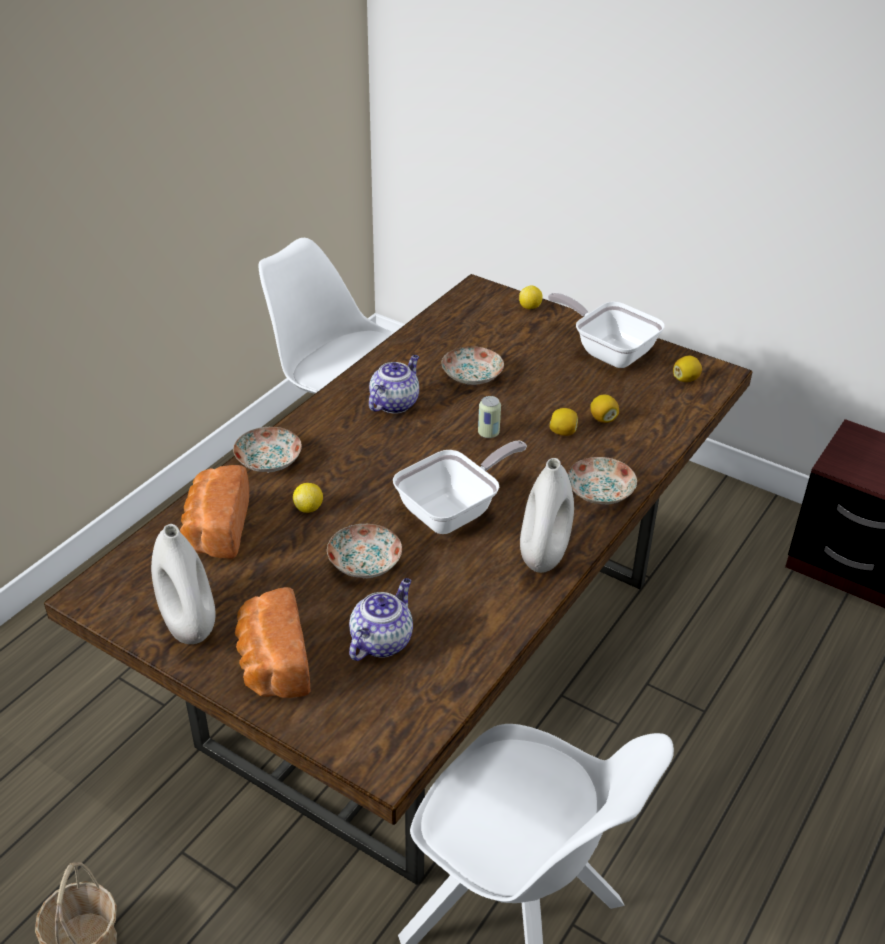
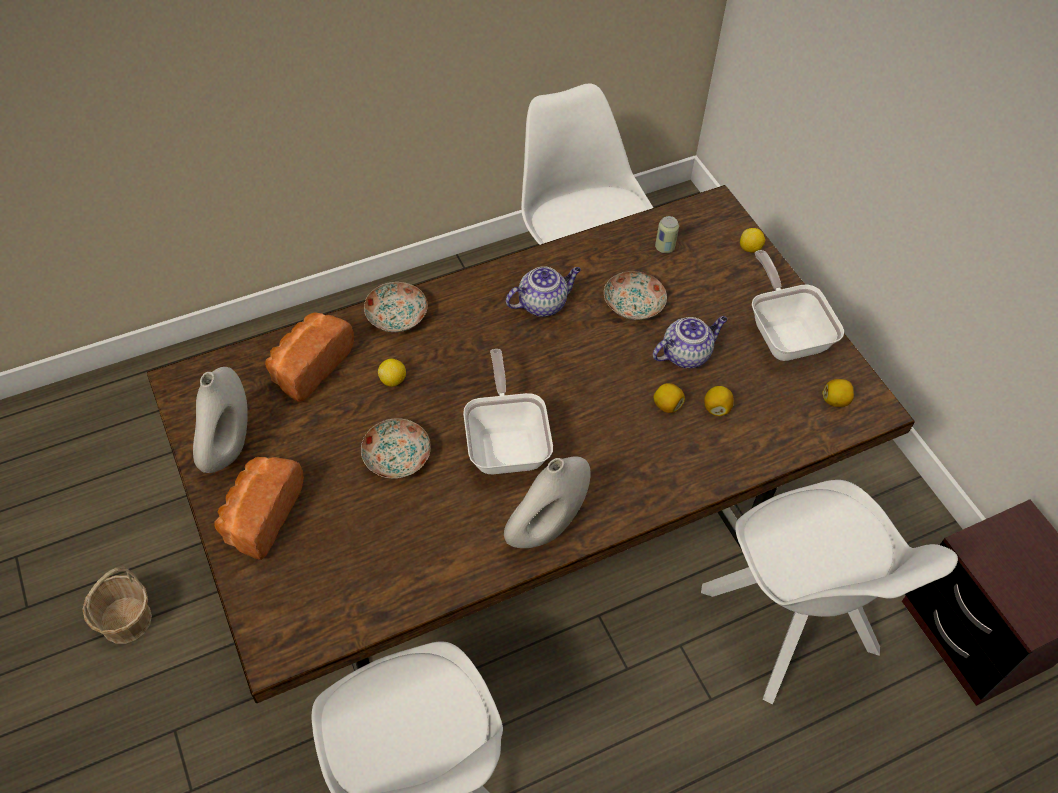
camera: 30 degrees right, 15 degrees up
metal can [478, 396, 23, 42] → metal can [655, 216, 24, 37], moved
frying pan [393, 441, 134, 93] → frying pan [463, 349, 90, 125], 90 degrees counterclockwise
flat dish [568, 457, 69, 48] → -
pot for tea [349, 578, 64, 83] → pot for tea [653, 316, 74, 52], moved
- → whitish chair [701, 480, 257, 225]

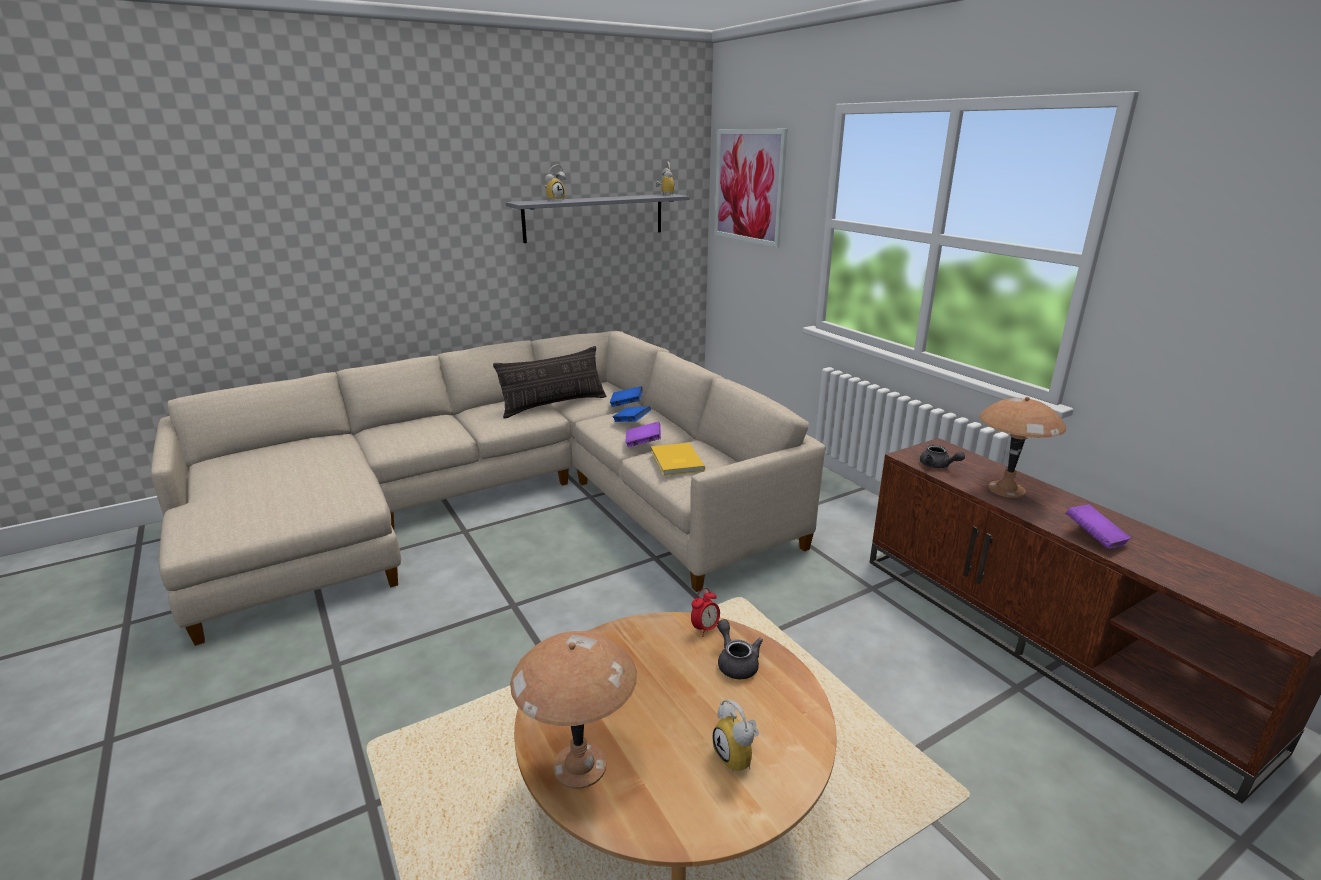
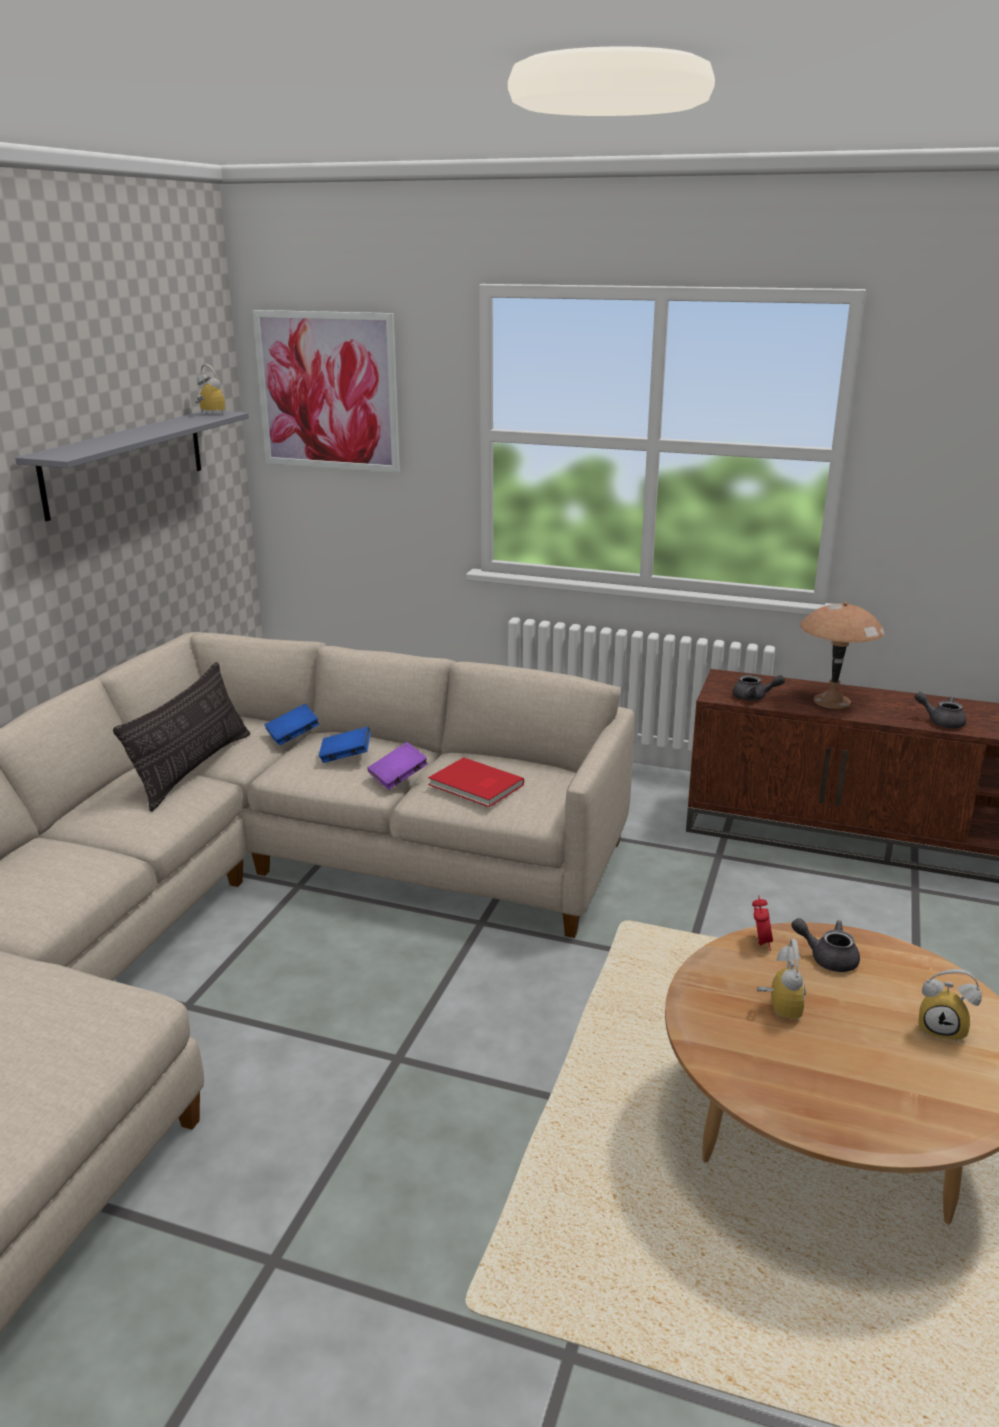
camera: 40 degrees left, 0 degrees up
bedside clock [544, 164, 22, 37] → bedside clock [757, 939, 48, 82], moved
yellow-coloured bound book [651, 443, 54, 33] → red bound book [428, 757, 96, 50]
purple-coloured bound book [1066, 504, 65, 45] → greyish pot for tea [914, 692, 52, 36]
brown-coloured table lamp [510, 631, 127, 158] → -

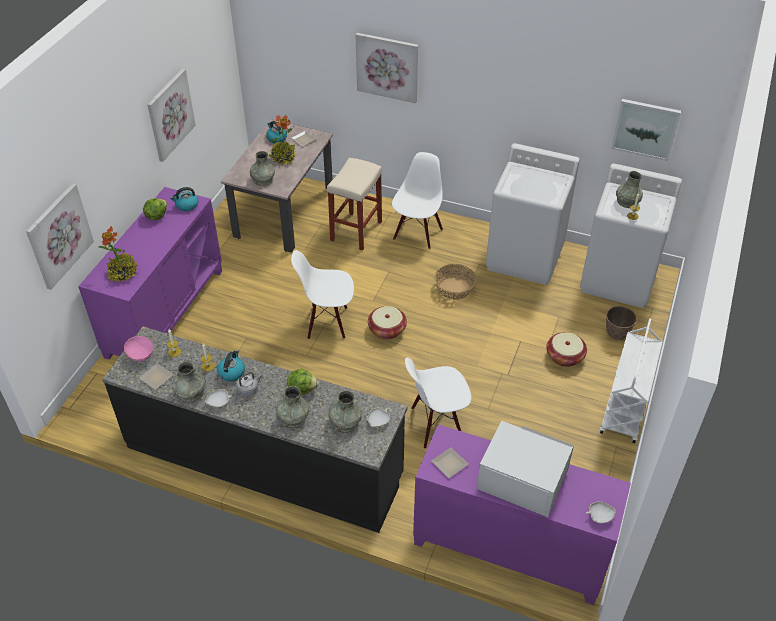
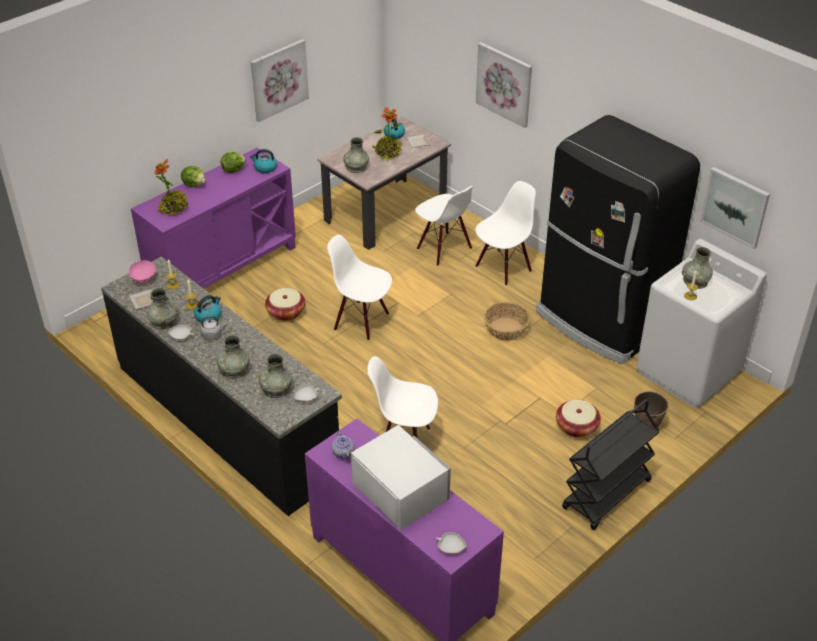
camera: 25 degrees right, 5 degrees down
whitish washing machine [486, 143, 94, 142] → black-coloured refrigerator [536, 115, 164, 249]
sand-coloured stool [327, 158, 55, 92] → whitish chair [415, 186, 58, 80]
picture [26, 183, 68, 107] → -
basket [368, 306, 39, 33] → basket [265, 288, 40, 33], moved
whitish cart [600, 318, 63, 125] → black-coloured cart [562, 399, 98, 131]
head of lettuce [287, 369, 32, 26] → head of lettuce [181, 166, 24, 21], moved
flat dish [432, 447, 37, 31] → pot for tea [332, 430, 22, 30]

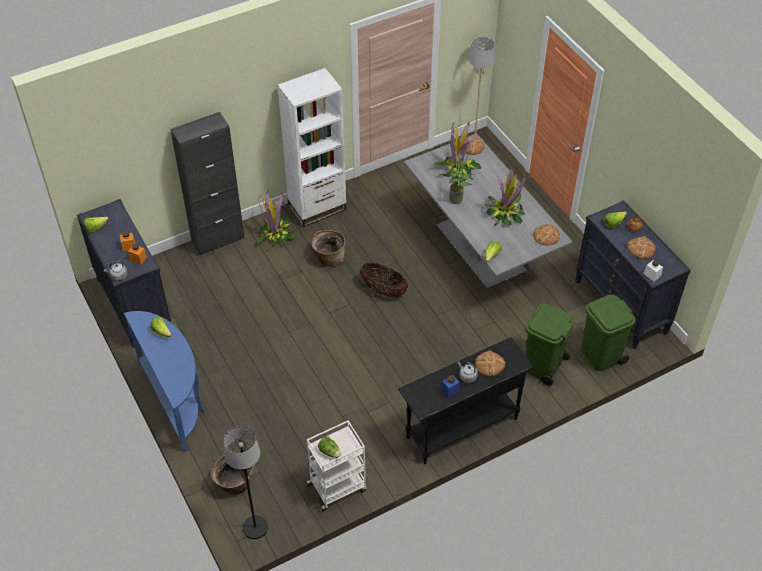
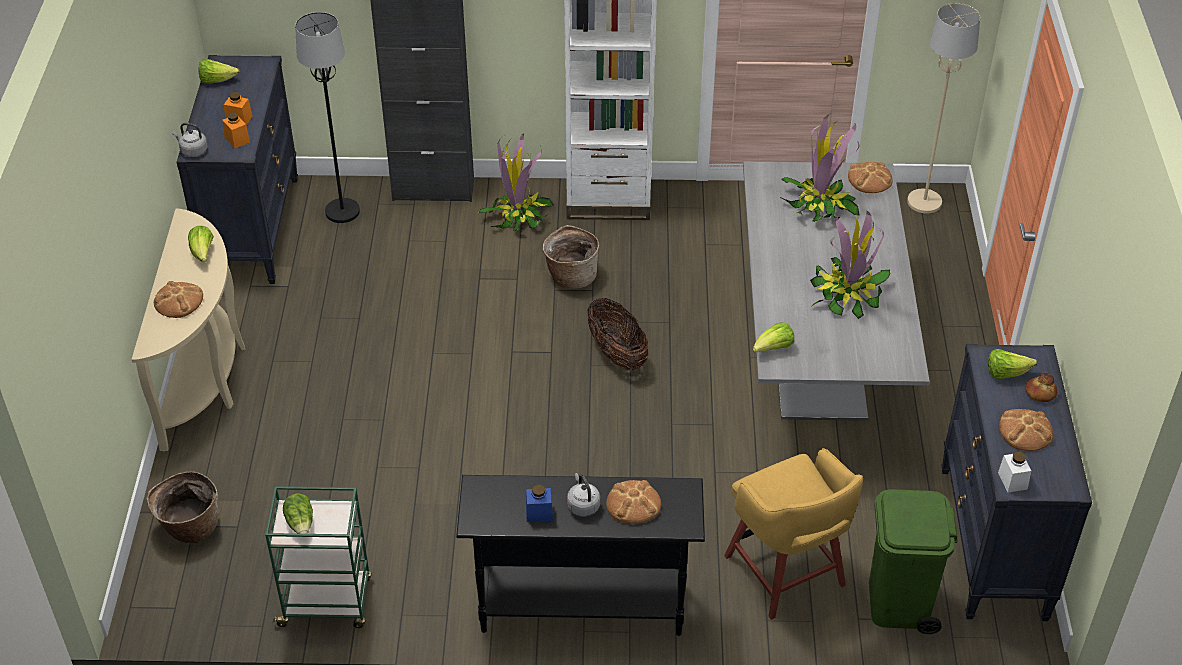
camera: 30 degrees right, 5 degrees down
houseplant [449, 155, 24, 49] → -
baked bread [533, 224, 27, 21] → baked bread [154, 281, 49, 37], moved
green waste bin [525, 304, 49, 82] → yellow-coloured stool [724, 448, 139, 172]
bluish narrow table [124, 311, 81, 141] → sand-coloured narrow table [131, 209, 114, 243]
whitish cart [304, 420, 63, 92] → green cart [265, 486, 107, 142]
black-coloured floor lamp [224, 426, 44, 113] → black-coloured floor lamp [295, 12, 65, 211], moved

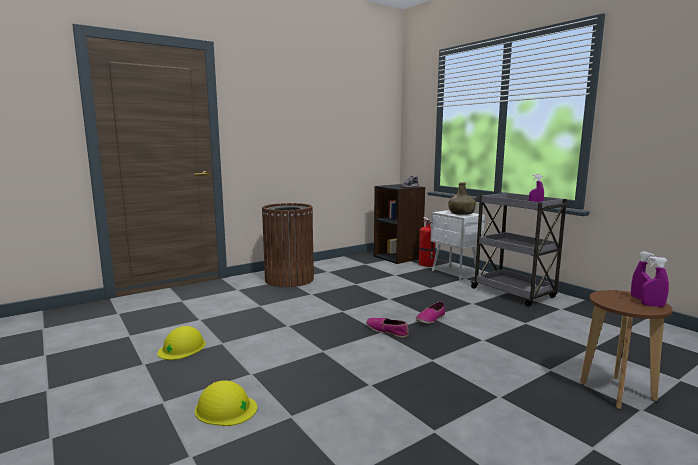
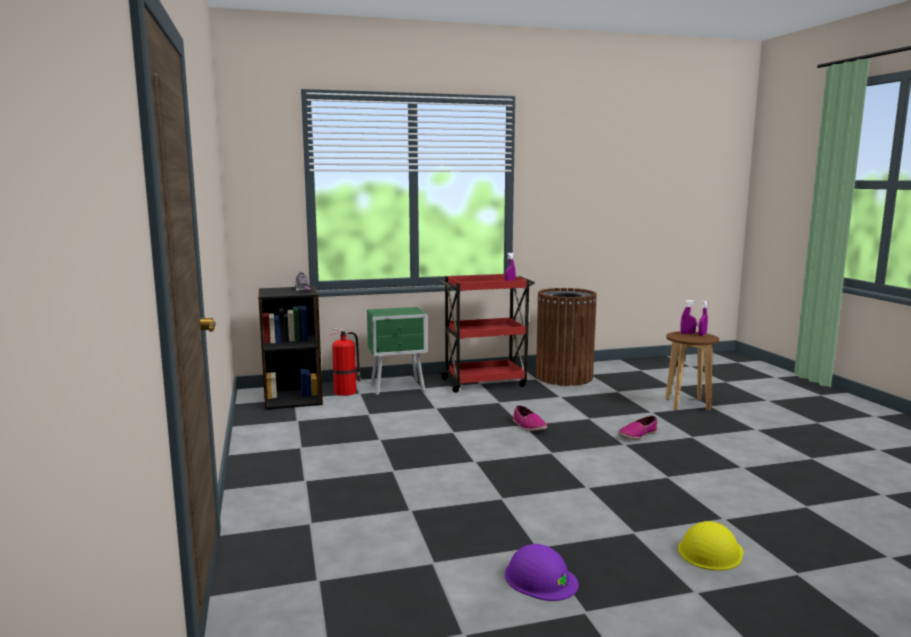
camera: 70 degrees left, 0 degrees up
green bottle [448, 182, 28, 33] → -
greyish cart [470, 192, 102, 115] → red cart [439, 274, 96, 119]
brown-coloured waste bin [262, 203, 52, 84] → brown-coloured waste bin [536, 288, 61, 98], moved
whitish night table [431, 210, 54, 70] → green night table [367, 307, 60, 88]
shoe [366, 318, 43, 20] → shoe [618, 415, 39, 24], moved
yellow-coloured safety helmet [157, 326, 49, 34] → purple-coloured safety helmet [505, 544, 74, 57]

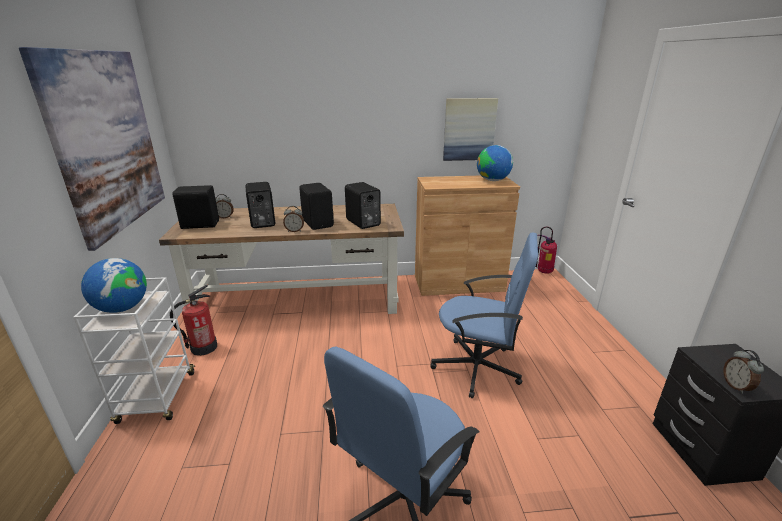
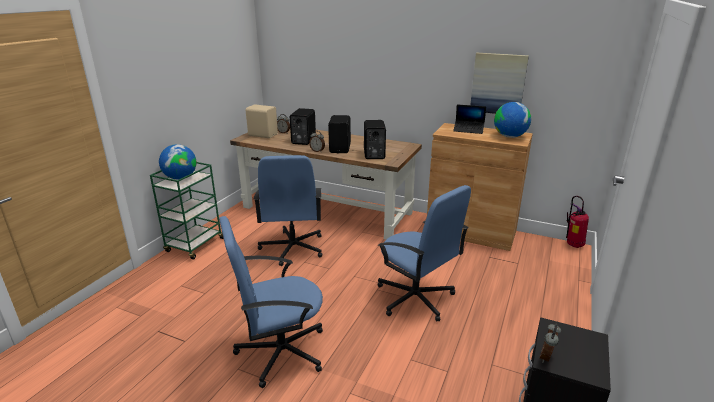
camera: 30 degrees right, 0 degrees up
picture [19, 47, 146, 204] → -
black-coloured speaker [172, 185, 47, 44] → sand-coloured speaker [246, 104, 32, 34]
whitish cart [73, 277, 122, 147] → green cart [150, 162, 74, 97]
fire-fighting cylinder [170, 285, 47, 71] → -
- → laptop [453, 104, 33, 30]
- → bluish desk chair [254, 155, 68, 111]

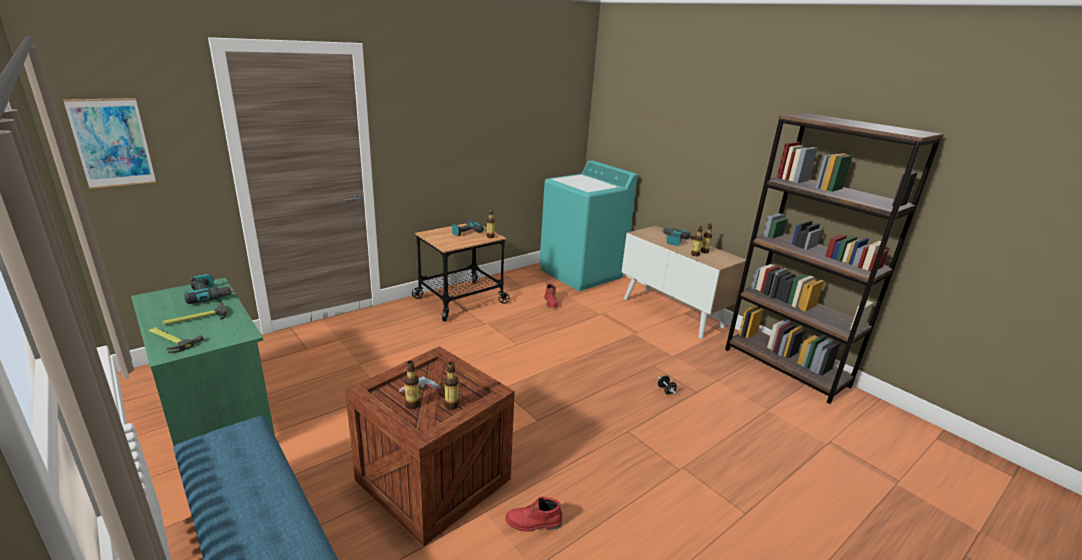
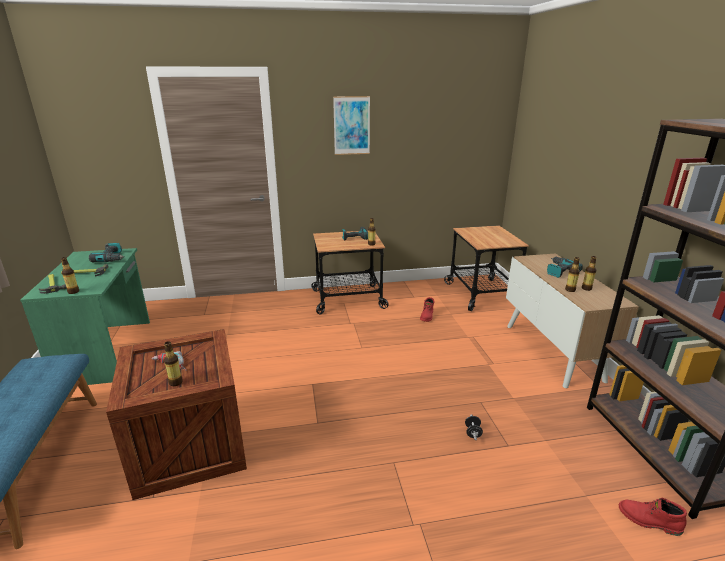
camera: 30 degrees right, 0 degrees up
picture [63, 98, 93, 91] → picture [333, 96, 37, 59], moved
turquoise washing machine [539, 160, 99, 131] → cart [444, 225, 85, 86]
bottle [404, 361, 16, 48] → bottle [61, 257, 18, 37], moved
red tall boot [505, 497, 57, 35] → red tall boot [618, 498, 69, 38], moved

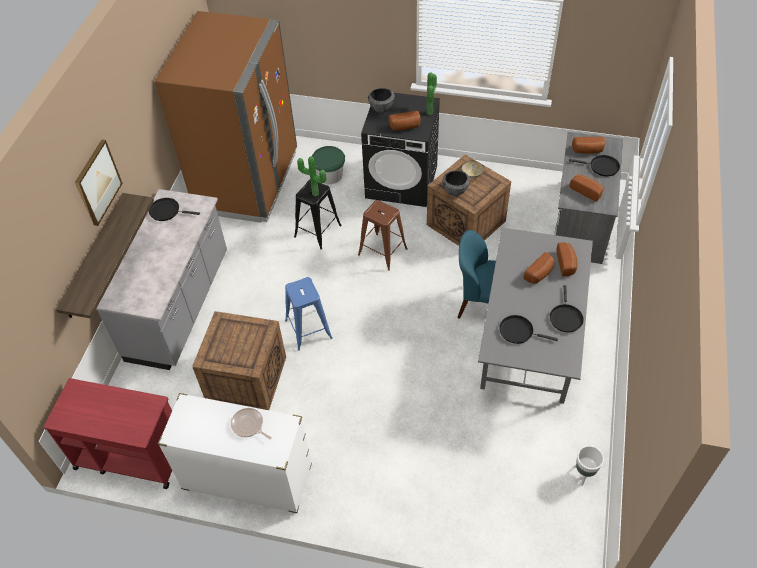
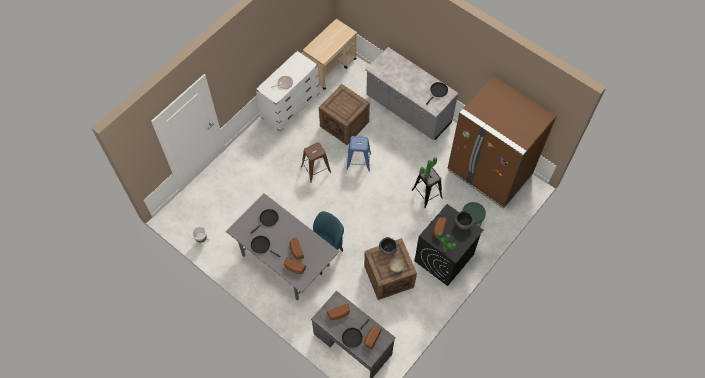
camera: 115 degrees right, 10 degrees up
picture [75, 139, 48, 87] → -
wall shelf [56, 193, 98, 125] → -
brown-coloured stool [358, 200, 50, 71] → brown-coloured stool [301, 142, 31, 41], moved
red cart [43, 378, 129, 111] → sand-coloured cart [303, 19, 54, 71]

